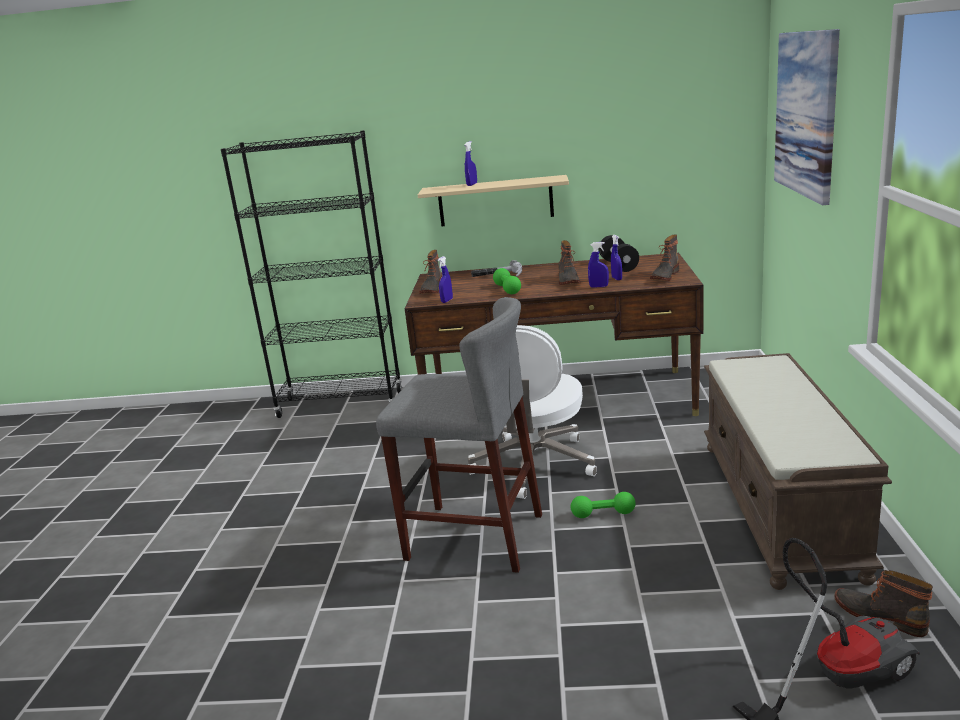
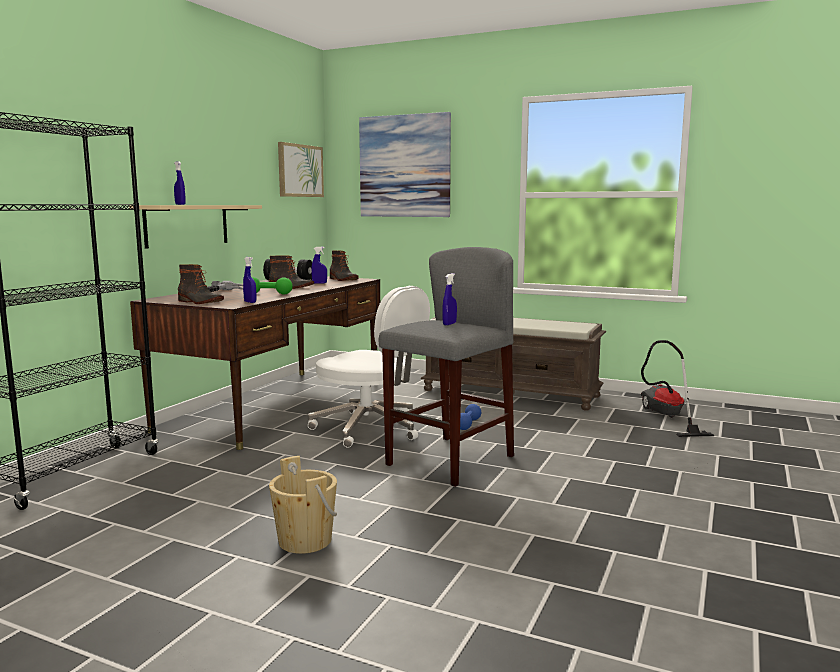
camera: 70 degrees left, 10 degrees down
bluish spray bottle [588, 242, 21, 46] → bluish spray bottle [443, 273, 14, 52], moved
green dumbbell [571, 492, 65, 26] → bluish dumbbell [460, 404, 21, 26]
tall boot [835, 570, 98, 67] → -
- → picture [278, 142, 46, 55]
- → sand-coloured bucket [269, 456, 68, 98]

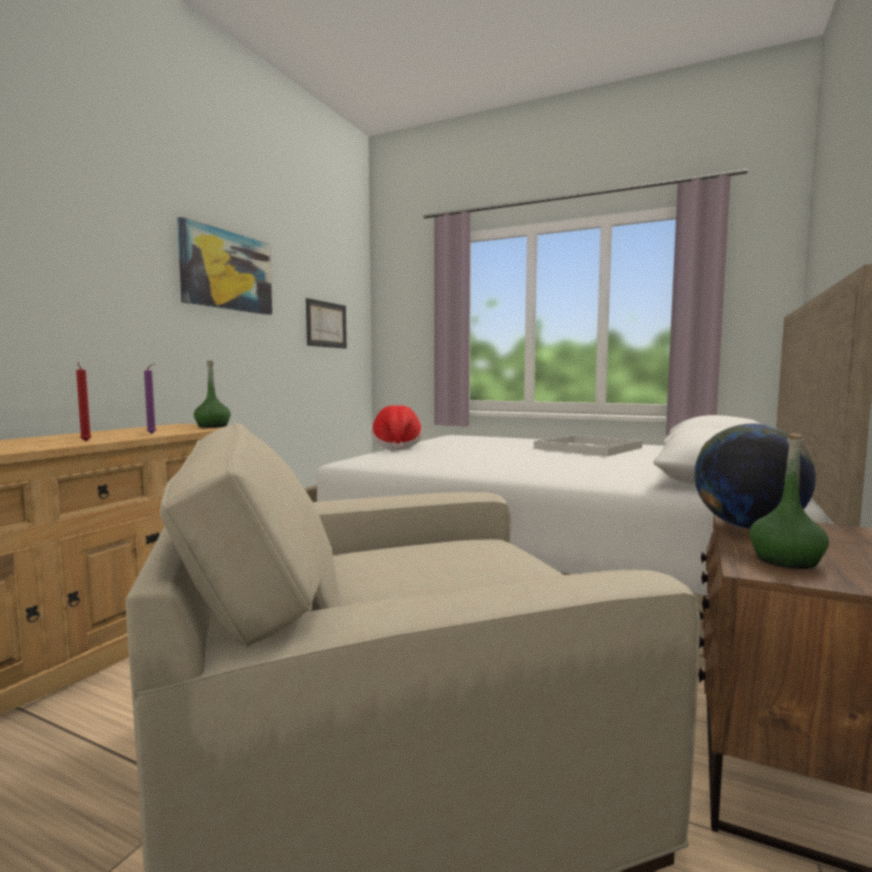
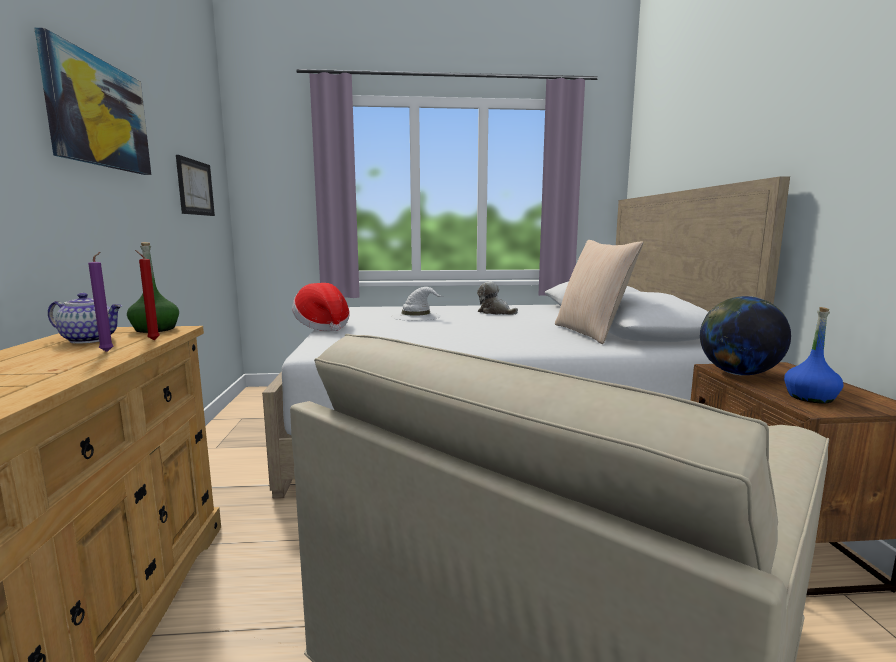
camera: 30 degrees left, 5 degrees up
red wax candle [76, 362, 16, 79] → red wax candle [135, 250, 25, 90], moved
green bottle [749, 433, 80, 136] → bluish bottle [784, 307, 60, 96]
whitish carrying tray [534, 435, 108, 21] → soft toy [477, 282, 41, 33]
- → sand-coloured cushion [555, 240, 89, 104]
- → whitish hat [391, 287, 52, 34]
- → pot for tea [48, 293, 74, 50]

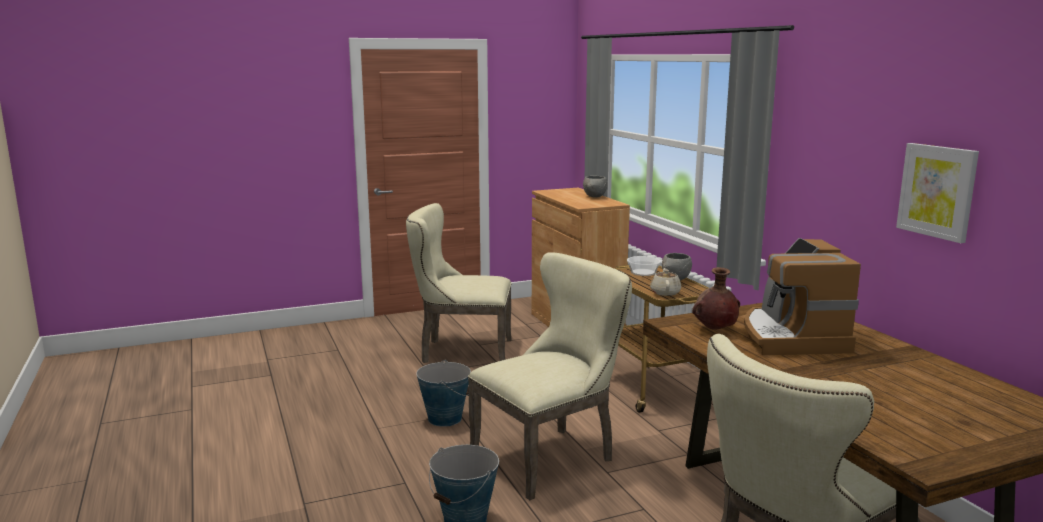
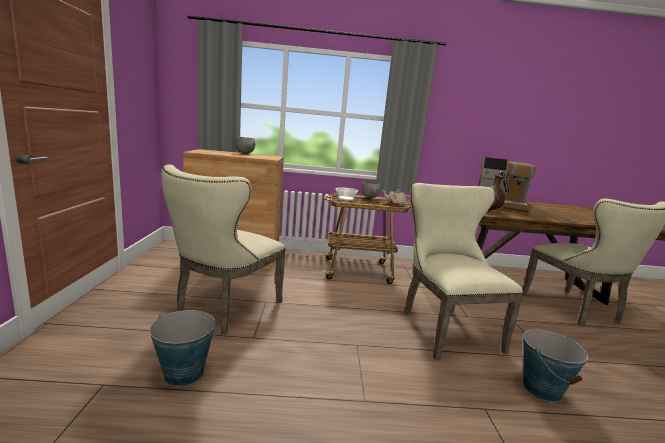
camera: 70 degrees left, 0 degrees up
picture [896, 143, 83, 100] → -
bucket [416, 360, 55, 67] → bucket [150, 310, 67, 77], moved

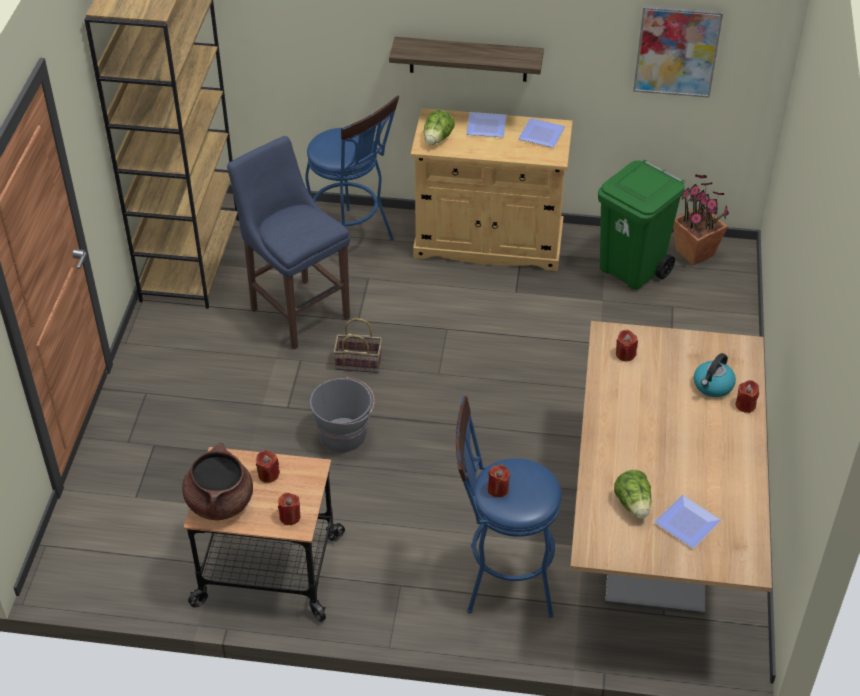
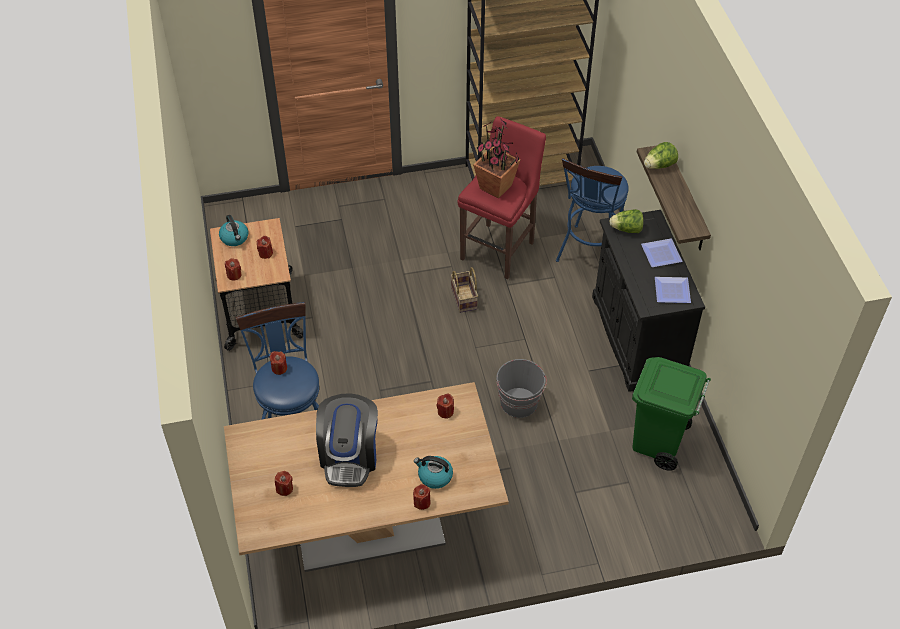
camera: 70 degrees right, 5 degrees up
picture [633, 5, 90, 93] → -
sand-coloured storage cabinet [411, 108, 162, 163] → black-coloured storage cabinet [592, 210, 113, 182]
bluish stool [227, 136, 123, 214] → red stool [457, 116, 89, 163]
houseplant [673, 174, 56, 91] → houseplant [473, 118, 47, 81], moved
greyish bucket [310, 377, 65, 76] → greyish bucket [496, 359, 51, 59], moved
brown-coloured cooking pot [182, 443, 71, 77] → kettle [219, 215, 29, 31]
head of lettuce [614, 470, 37, 49] → head of lettuce [644, 142, 34, 27], moved
flat dish [654, 495, 67, 53] → red wax candle [275, 471, 18, 25]
- → coffee machine [316, 393, 62, 94]

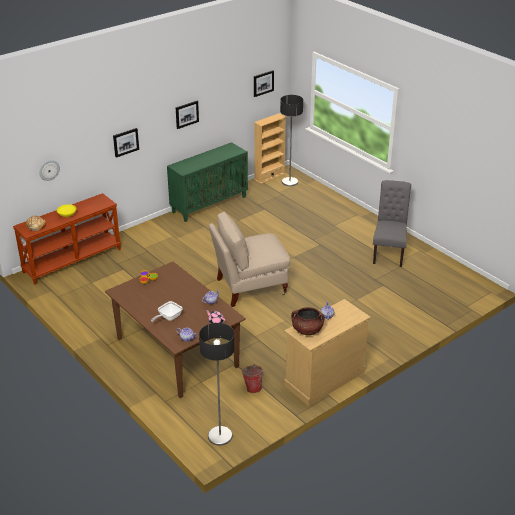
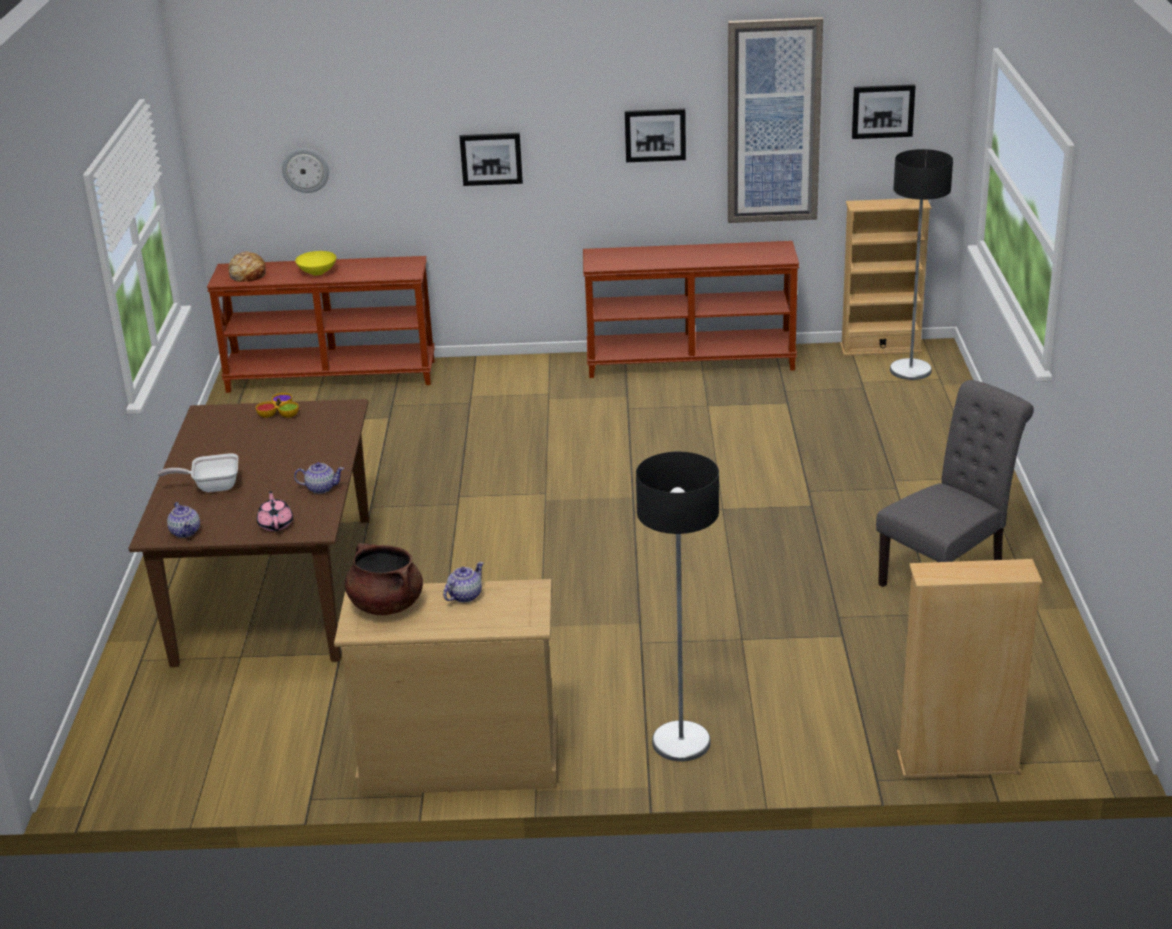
camera: 40 degrees right, 5 degrees down
green storage cabinet [167, 142, 81, 80] → brown-coloured narrow table [583, 241, 216, 137]
sand-coloured chair [209, 212, 81, 95] → -
floor lamp [199, 323, 35, 123] → floor lamp [636, 452, 83, 309], moved
bucket [242, 364, 23, 29] → -
- → picture [728, 17, 95, 206]
- → sand-coloured bookcase [897, 559, 145, 219]

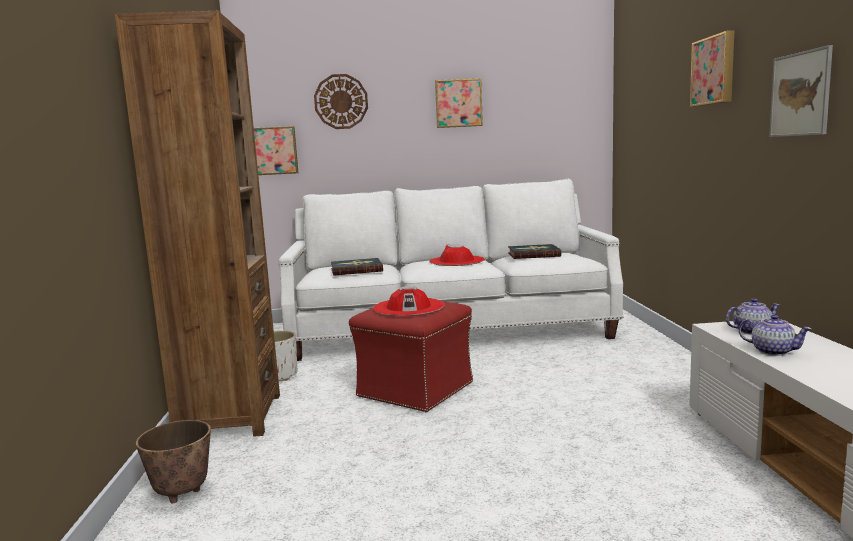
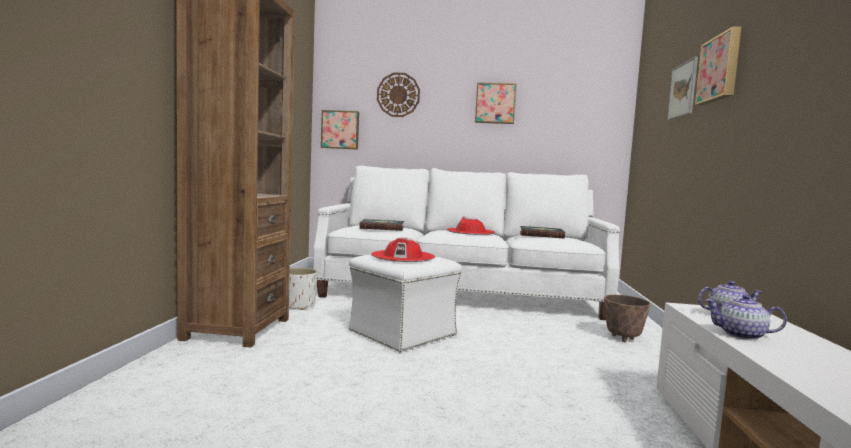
camera: 10 degrees right, 5 degrees down
picture [769, 45, 64, 92] → picture [667, 56, 31, 64], moved
red pouffe [349, 301, 124, 112] → whitish pouffe [349, 254, 113, 98]
pot for tea [739, 315, 73, 41] → pot for tea [705, 294, 82, 46], 150 degrees clockwise
flower pot [136, 420, 75, 83] → flower pot [604, 295, 47, 47], moved

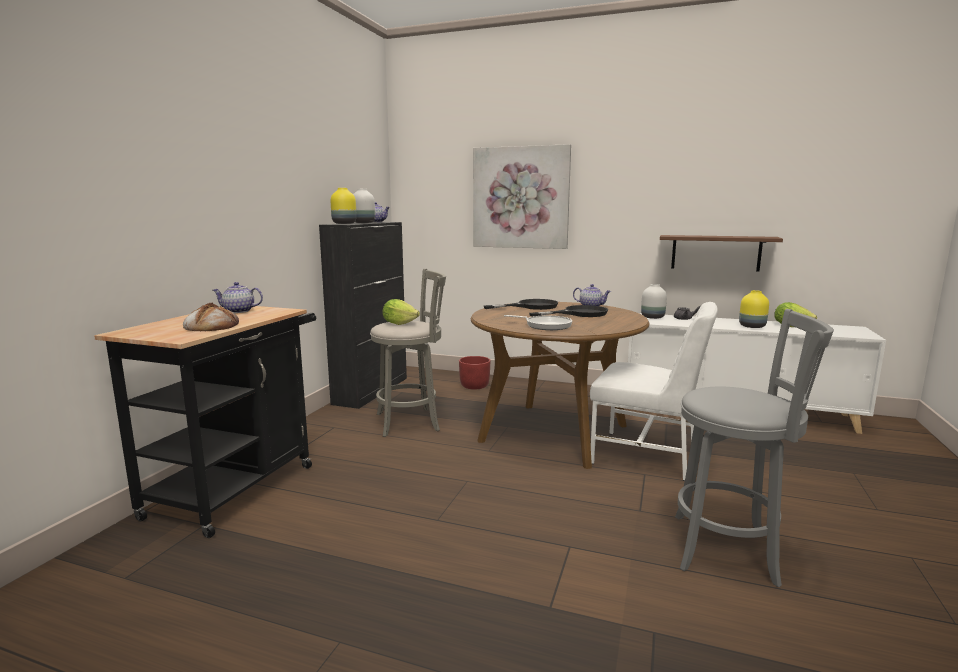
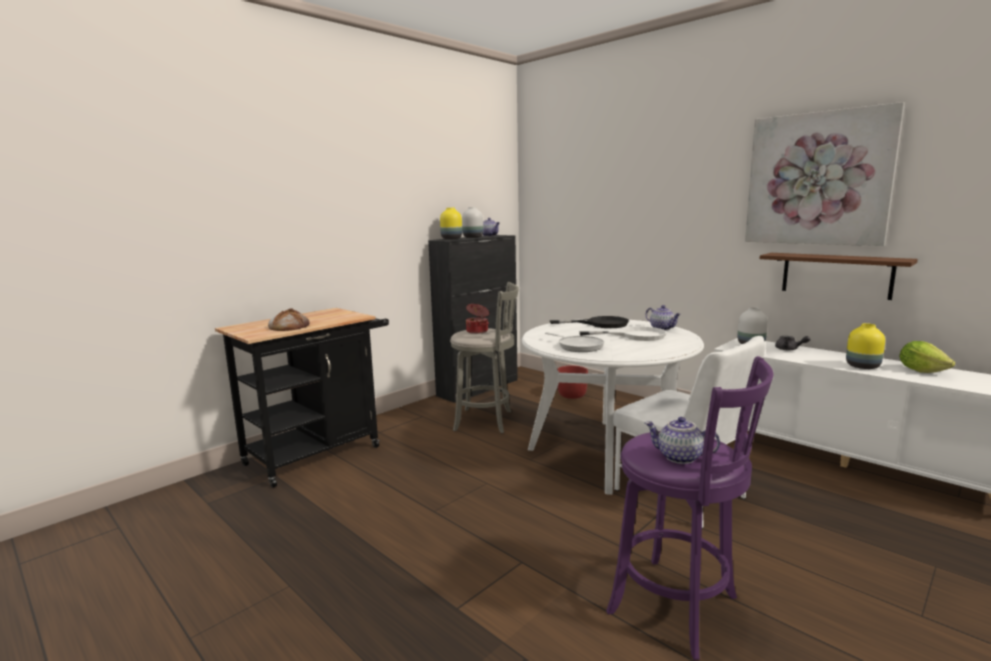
camera: 25 degrees right, 0 degrees up
picture [473, 144, 98, 105] → picture [745, 102, 160, 144], moved
pot for tea [213, 282, 50, 31] → pot for tea [645, 417, 75, 47], moved
head of lettuce [382, 299, 38, 26] → cooking pot [466, 304, 23, 30]
brown-coloured dinner table [471, 302, 178, 167] → whitish dinner table [522, 319, 182, 176]
black-coloured frying pan [529, 305, 79, 12] → whitish frying pan [579, 326, 88, 15]
greyish stool [675, 309, 159, 278] → purple-coloured stool [606, 356, 167, 304]

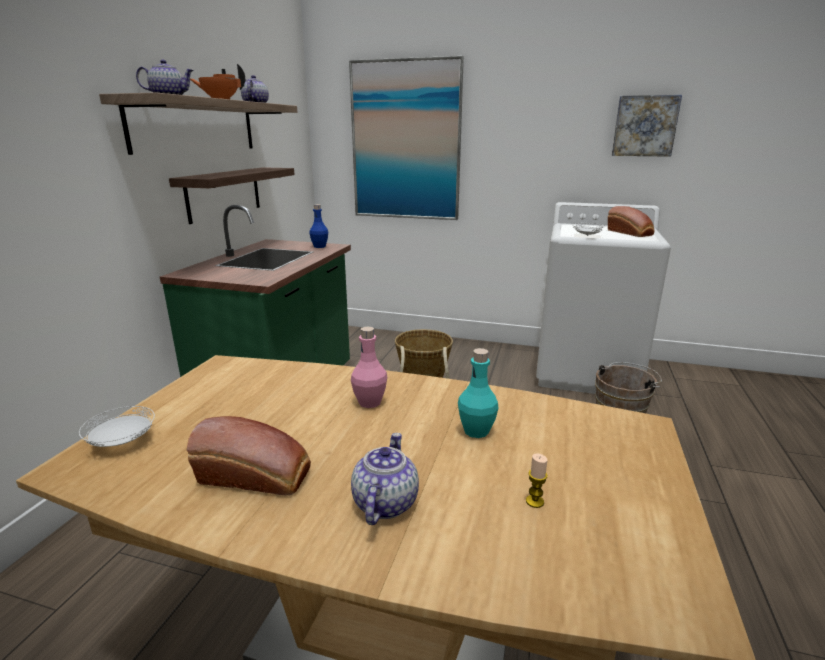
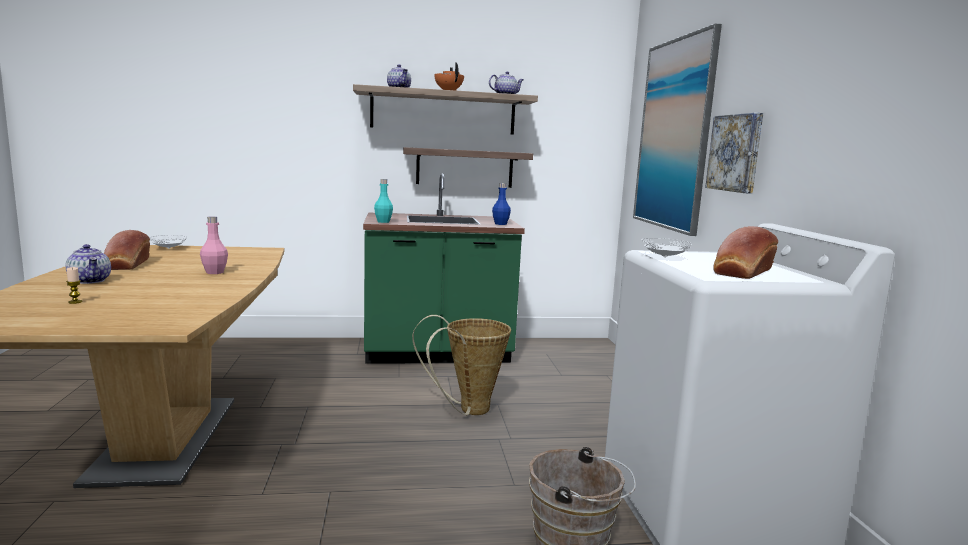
camera: 65 degrees right, 10 degrees down
picture [612, 95, 70, 62] → picture [705, 113, 58, 81], moved
turquoise bottle [458, 348, 41, 90] → turquoise bottle [374, 179, 19, 44], moved
pot for tea [351, 433, 68, 92] → pot for tea [66, 244, 45, 40], 60 degrees clockwise

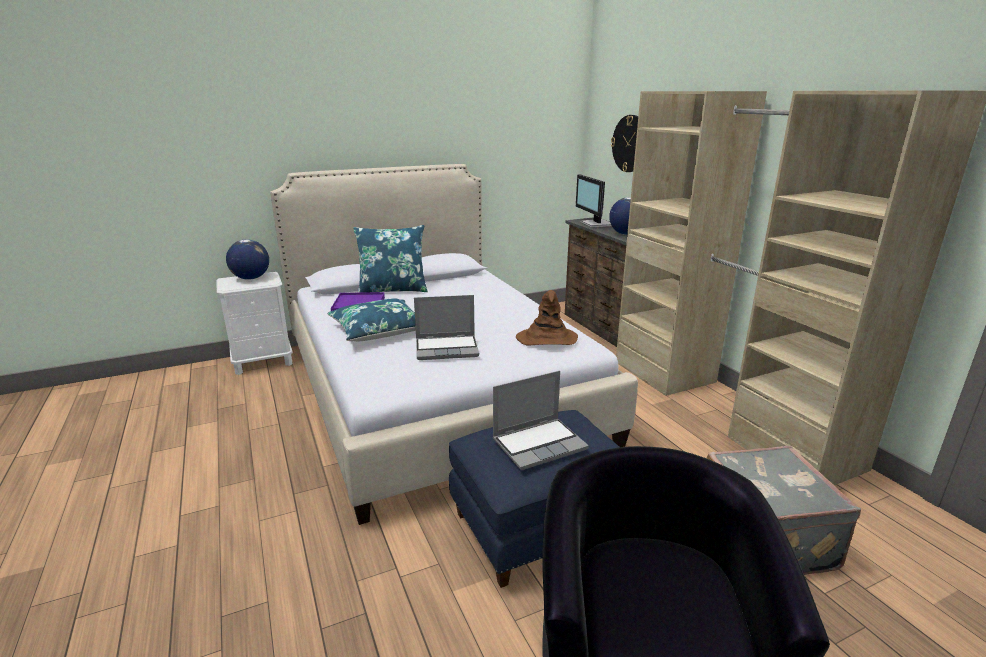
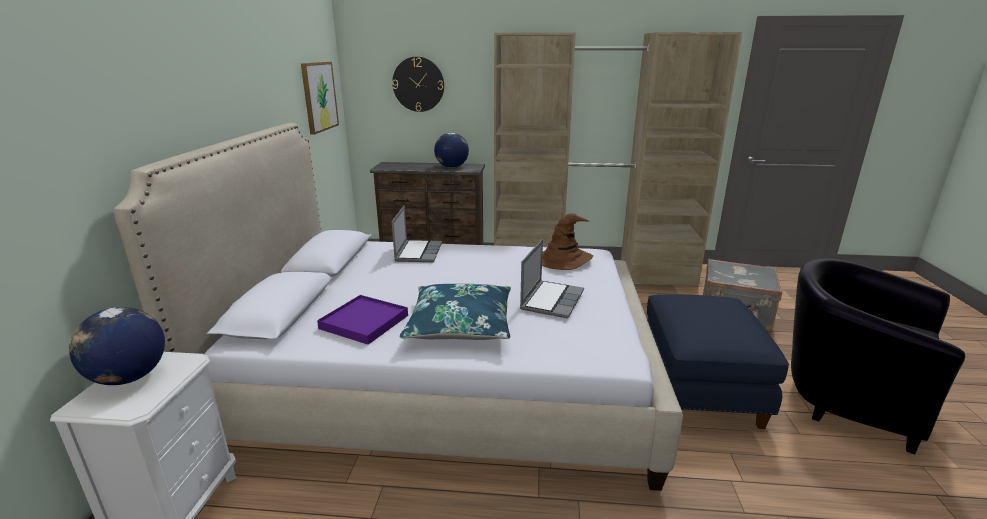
camera: 60 degrees left, 0 degrees up
monitor [576, 174, 35, 53] → -
bluish cushion [353, 225, 75, 68] → -
laptop [492, 371, 97, 99] → laptop [392, 205, 50, 57], moved
- → picture [301, 62, 38, 73]

